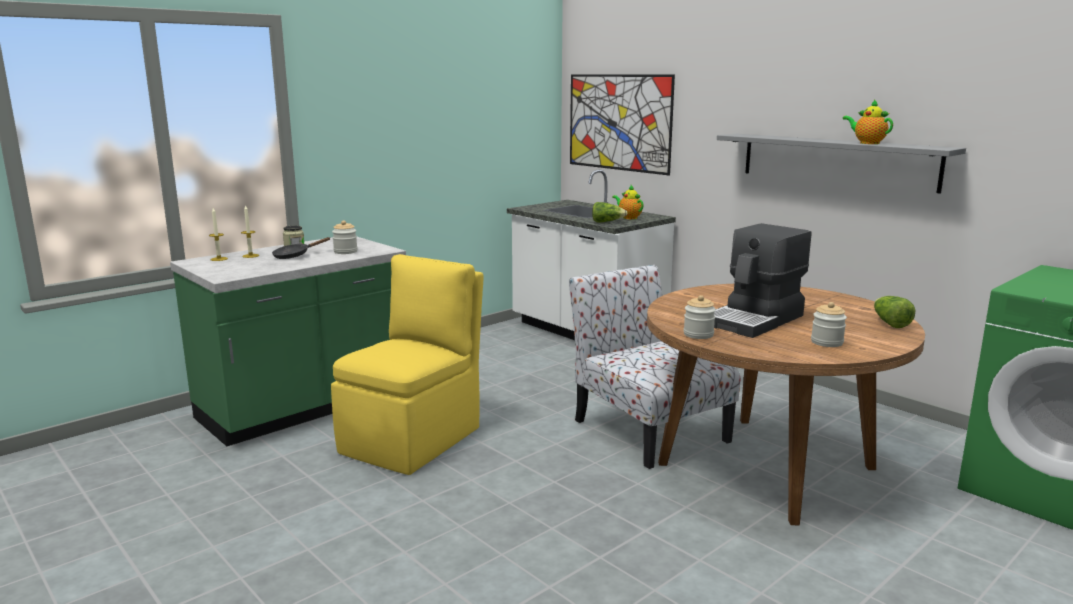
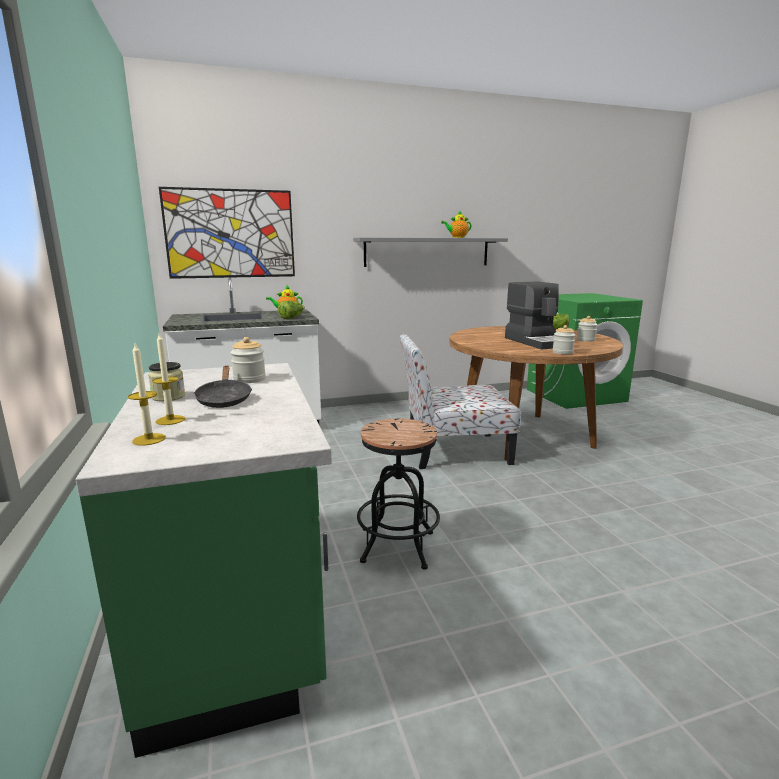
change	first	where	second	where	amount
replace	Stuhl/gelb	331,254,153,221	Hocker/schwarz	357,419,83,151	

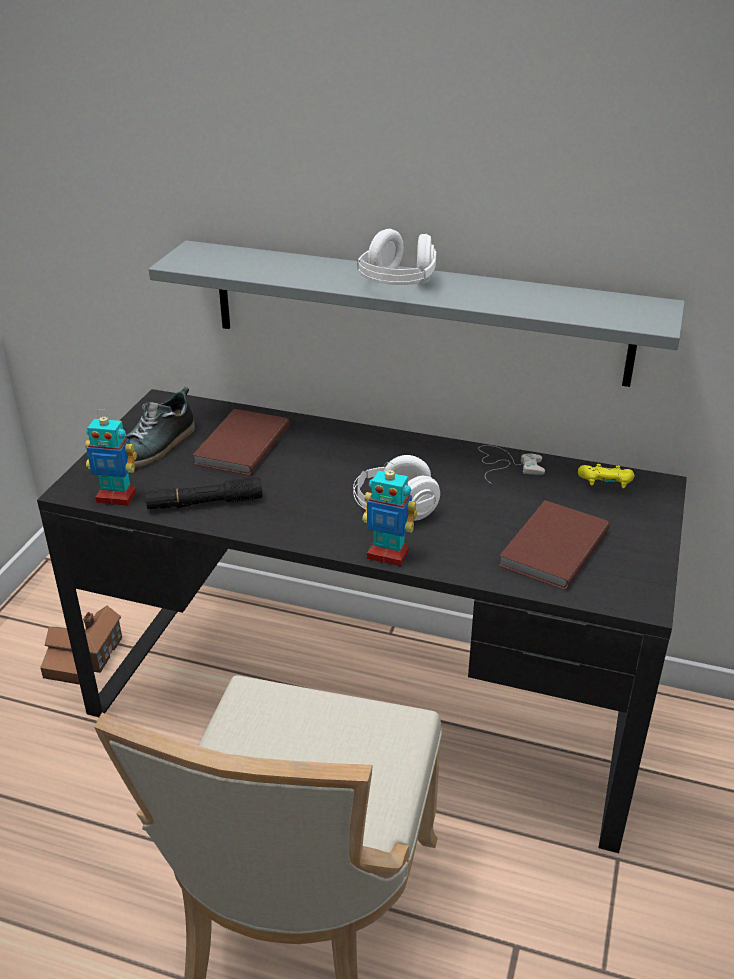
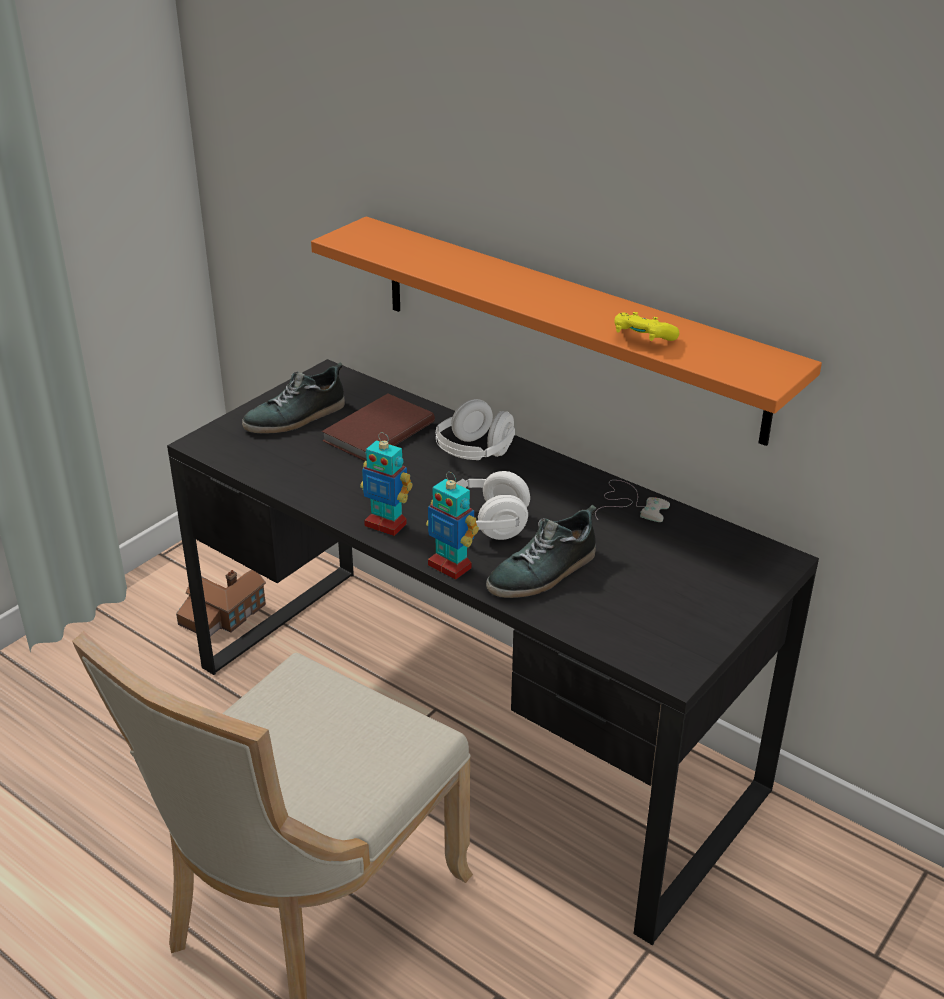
change	first	where	second	where	amount
move	Kopfhörer/weiß	357,229,79,56		436,399,79,61	
recolor	Wandregal/grau	149,240,536,147	Wandregal/orange	311,216,511,230	
move	Spielzeugroboter	85,409,52,97		360,433,52,103	
move	Gamepad/gelb	578,464,56,24		614,312,65,29	
delete	Taschenlampe/schwarz	145,477,118,32			
delete	Buch/braun	498,500,112,90			
insert			Schuh	486,505,111,93	

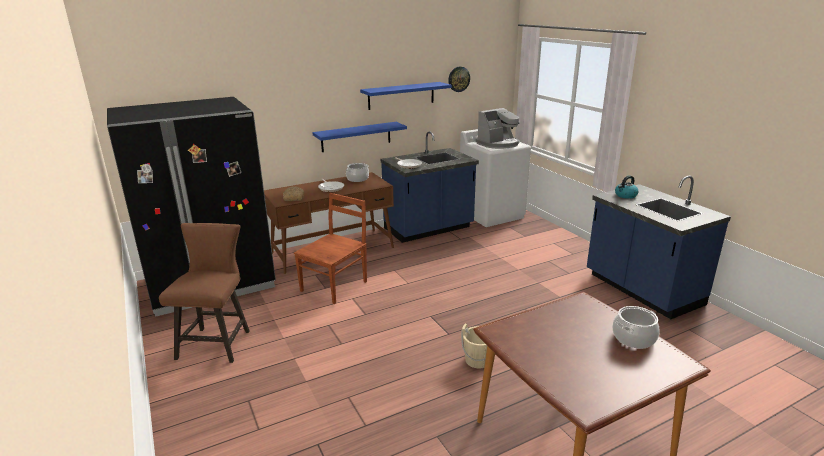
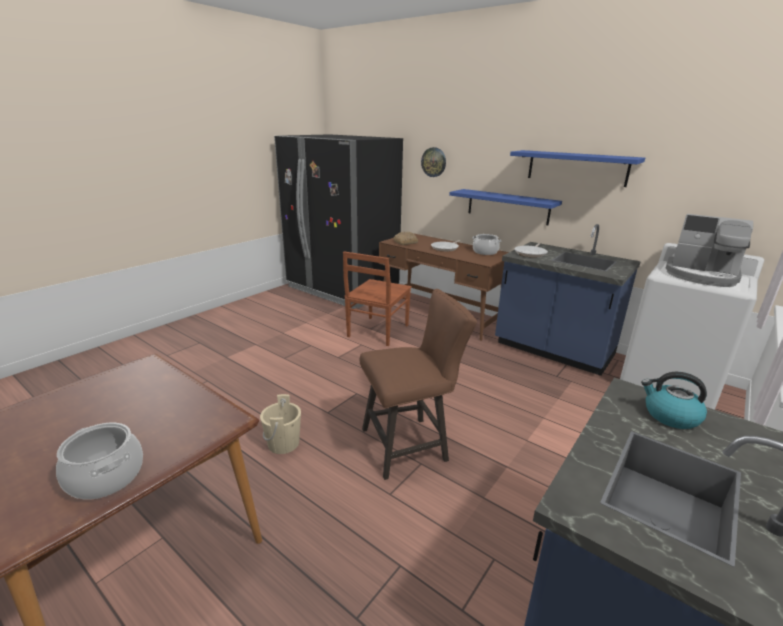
change	first	where	second	where	amount
move	Wanduhr	448,67,22,25		421,147,25,30	
rotate	Stuhl/braun	294,193,73,111		343,251,69,95	105 degrees clockwise
move	Hocker/braun	159,223,91,140		360,289,117,191	

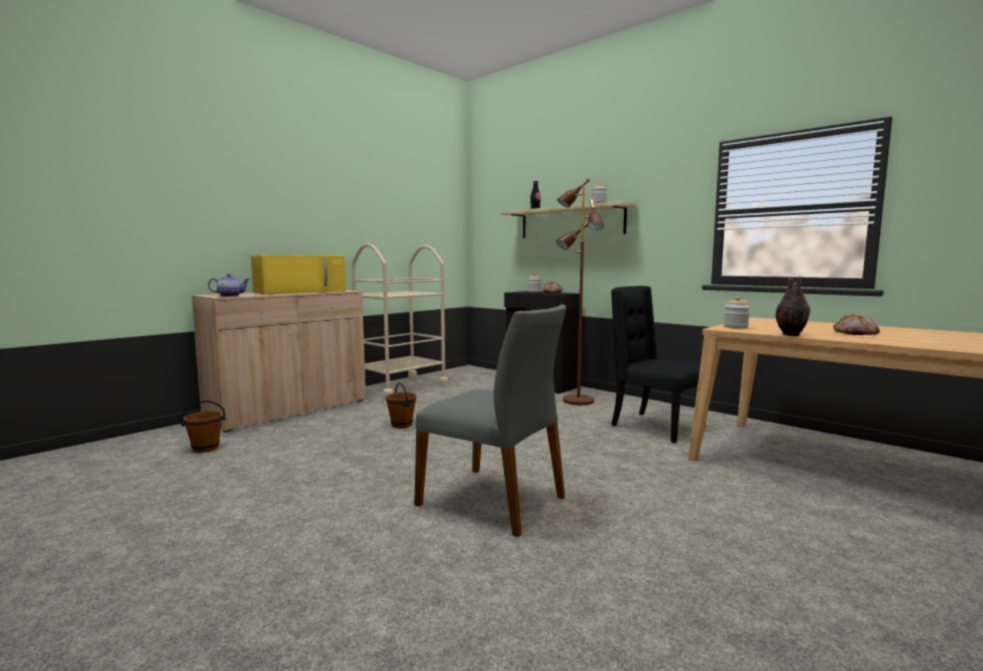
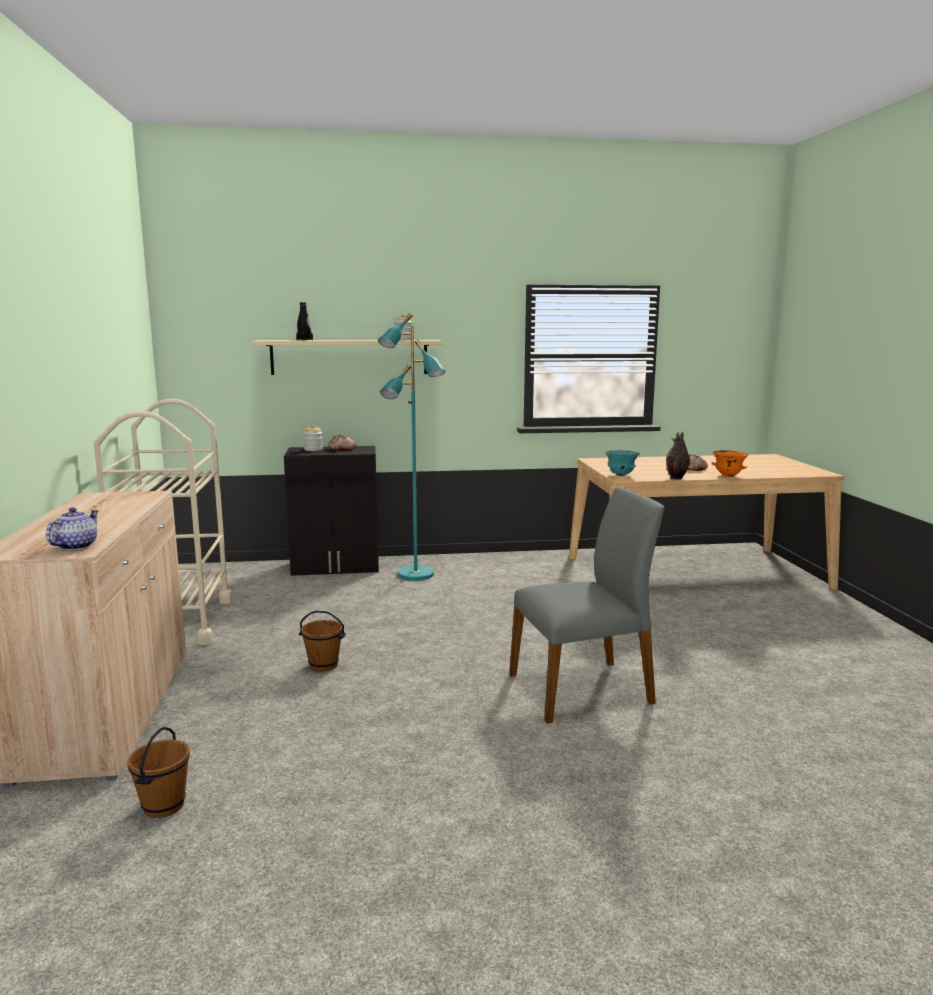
change	first	where	second	where	amount
recolor	Stehlampe/braun	556,178,48,227	Stehlampe/türkis	378,313,67,268	
delete	Mikrowelle/gelb	251,255,95,40			
delete	Stuhl/schwarz	611,286,95,157			
replace	Vorratsglas	724,296,26,33	Schüssel/türkis	605,450,35,26	
insert			Schüssel/orange	711,450,37,26	

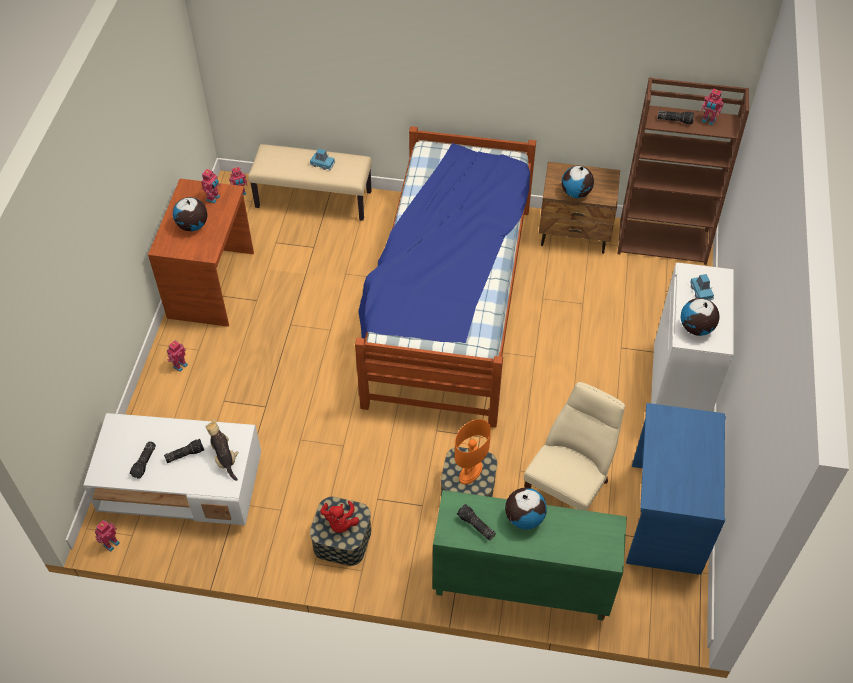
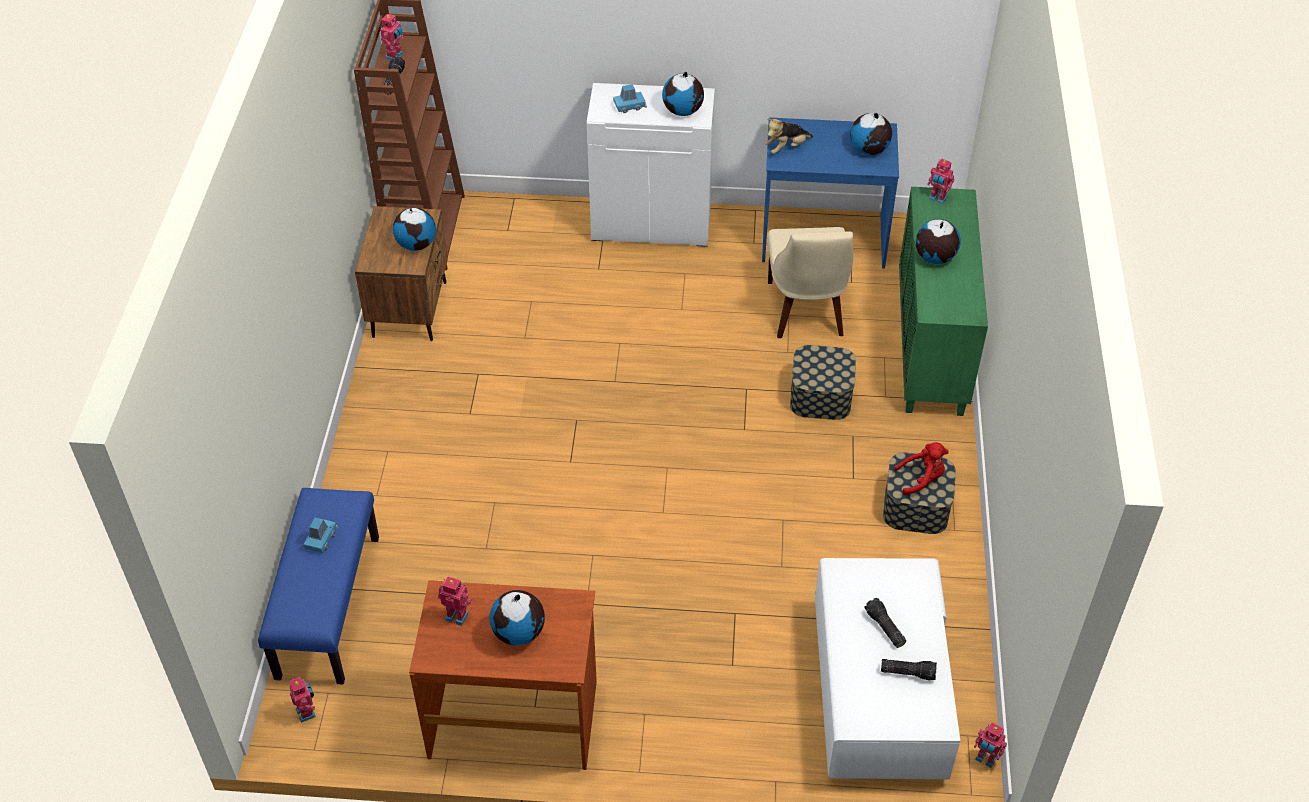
change	first	where	second	where	amount
delete	Bett	355,126,181,302			
recolor	Bank/beige	248,144,124,77	Bank/blau	258,488,121,197	
move	Spielzeugroboter	167,340,21,32		927,158,27,46	
rotate	Stuhl/beige	524,382,101,129		768,227,86,111	120 degrees counterclockwise
move	Plüschtier	206,418,33,63		765,118,48,36	
delete	Tischlampe/orange	455,419,36,65			
delete	Taschenlampe	457,504,39,37			
insert			Globus	850,113,42,42	

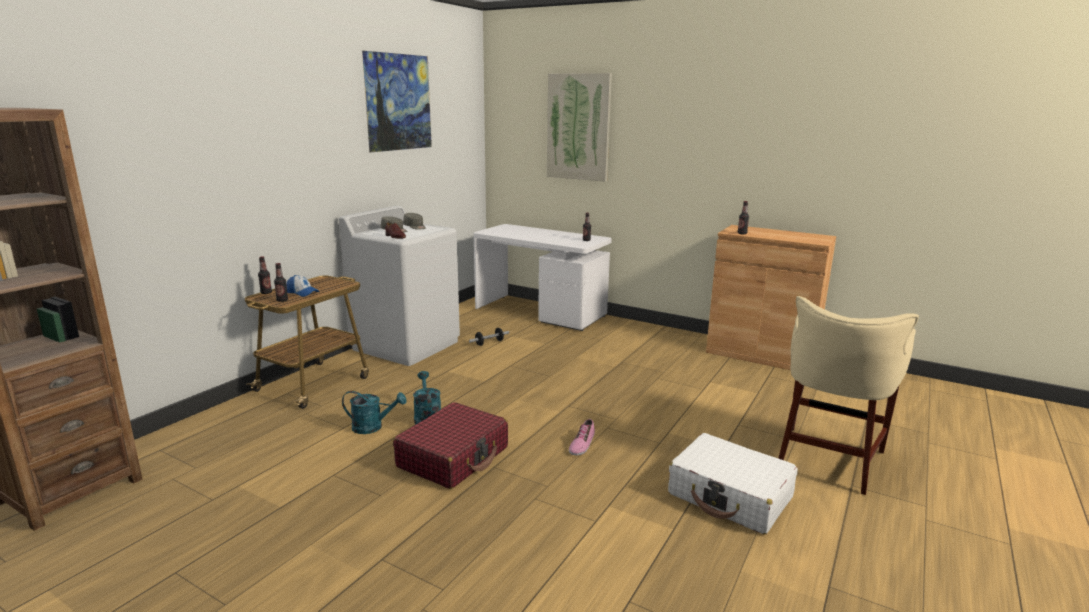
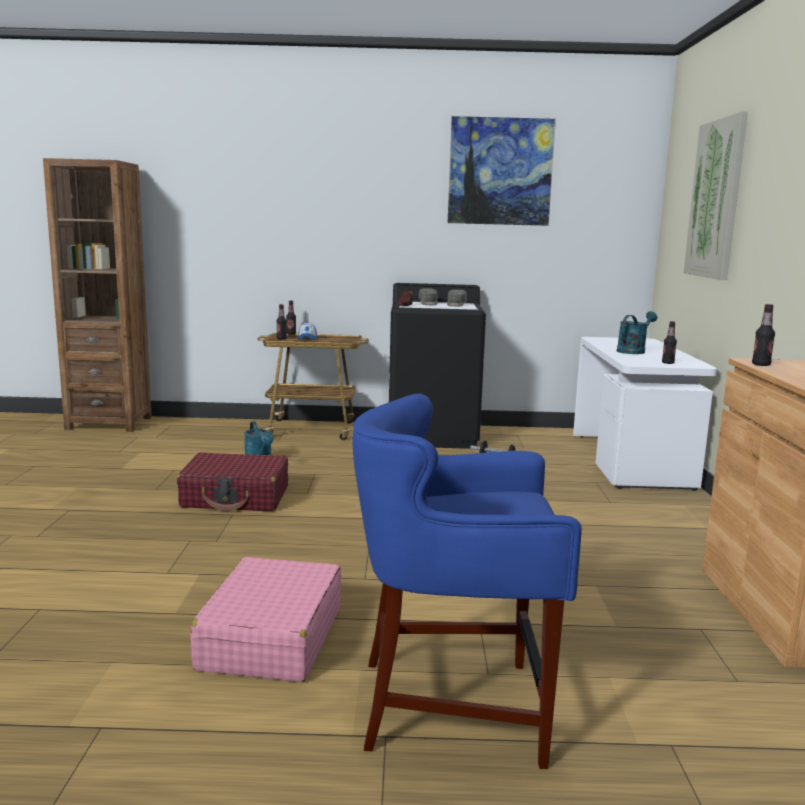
change	first	where	second	where	amount
recolor	Waschmaschine/weiß	339,206,121,160	Waschmaschine/schwarz	389,283,97,166	
recolor	Hocker/beige	778,296,141,199	Hocker/blau	352,394,230,375	
move	Gießkanne/türkis	413,371,28,53		617,311,40,43	
delete	Schuh	569,419,26,37			
recolor	Koffer/weiß	668,433,130,101	Koffer/rosa	191,557,150,125	

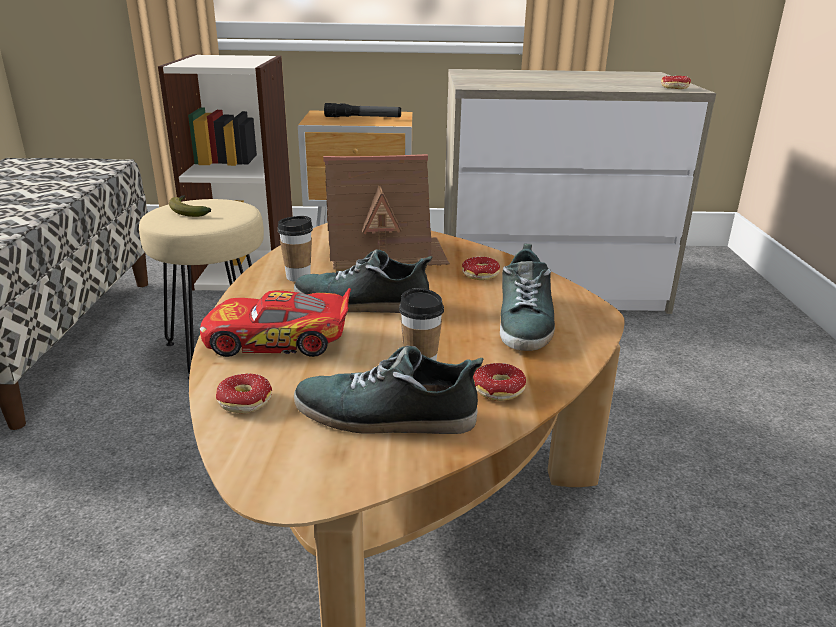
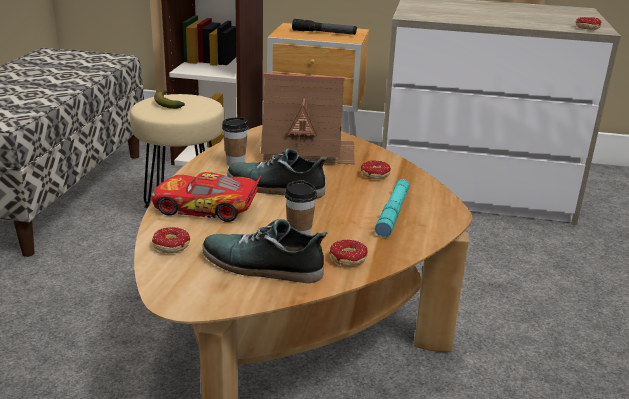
change	first	where	second	where	amount
replace	Schuh	500,244,55,107	Taschenlampe/türkis	375,179,35,58	

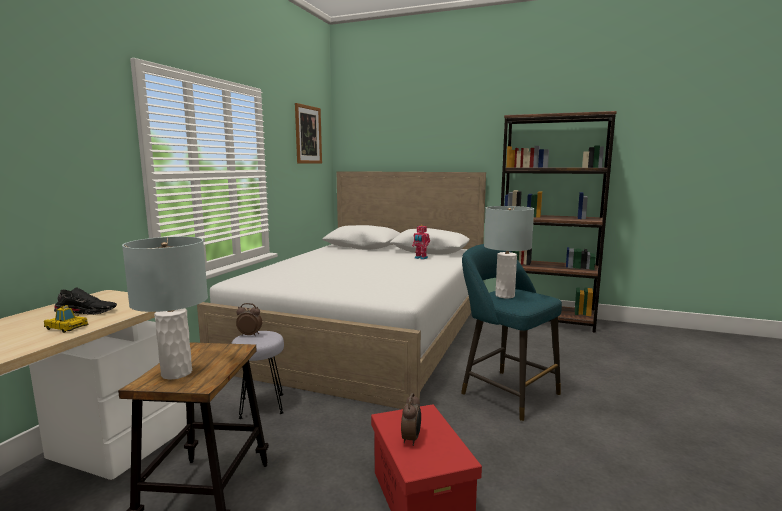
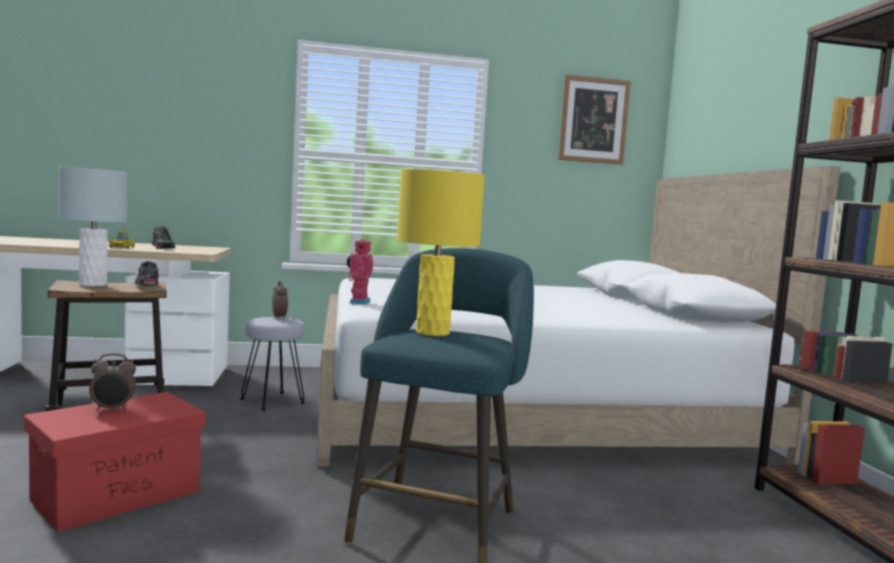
change	first	where	second	where	amount
recolor	Tischlampe/grau	484,206,50,92	Tischlampe/gelb	397,169,88,167	
move	Spielzeugroboter	412,225,18,35		347,237,26,67	
insert			Schuh/schwarz	134,261,25,25	

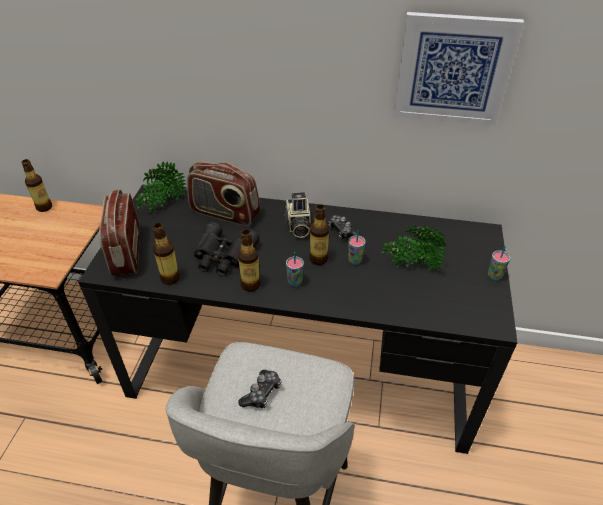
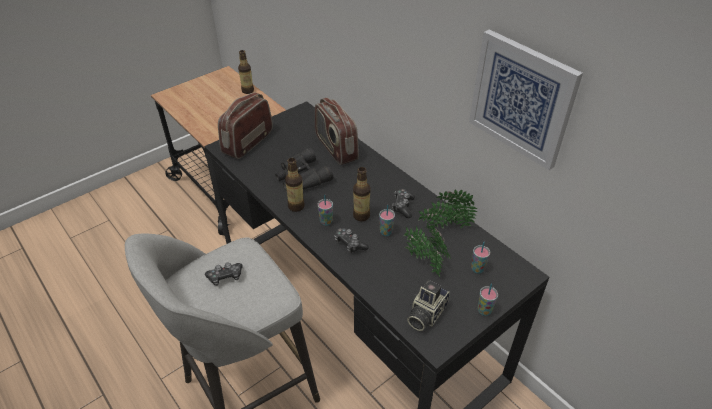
change	first	where	second	where	amount
move	Topfpflanze	134,161,53,51		418,190,59,39	
move	Kamera	285,192,25,46		407,280,43,51	
delete	Flasche	153,223,27,62			
insert			Gamepad	334,228,35,25	
insert			Tasse	471,242,19,32	

